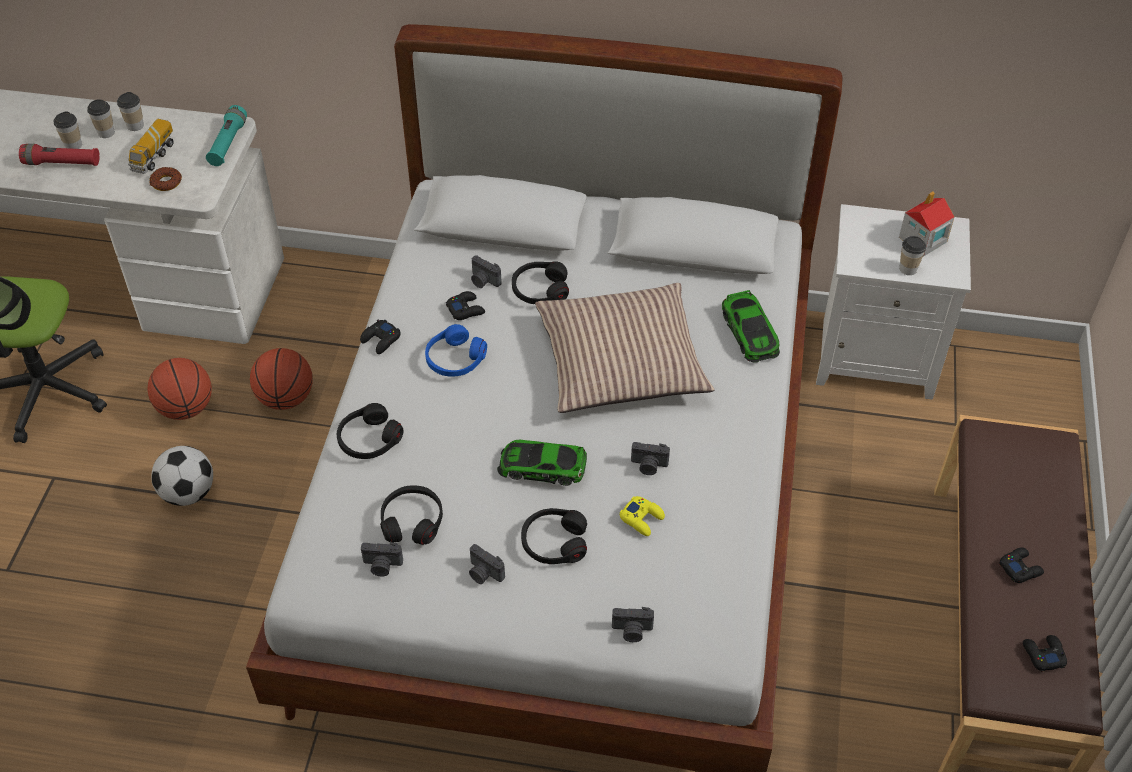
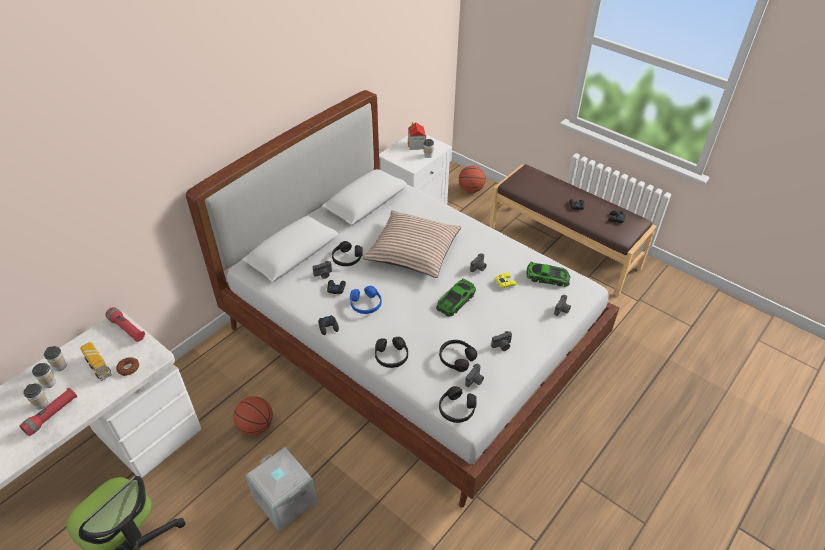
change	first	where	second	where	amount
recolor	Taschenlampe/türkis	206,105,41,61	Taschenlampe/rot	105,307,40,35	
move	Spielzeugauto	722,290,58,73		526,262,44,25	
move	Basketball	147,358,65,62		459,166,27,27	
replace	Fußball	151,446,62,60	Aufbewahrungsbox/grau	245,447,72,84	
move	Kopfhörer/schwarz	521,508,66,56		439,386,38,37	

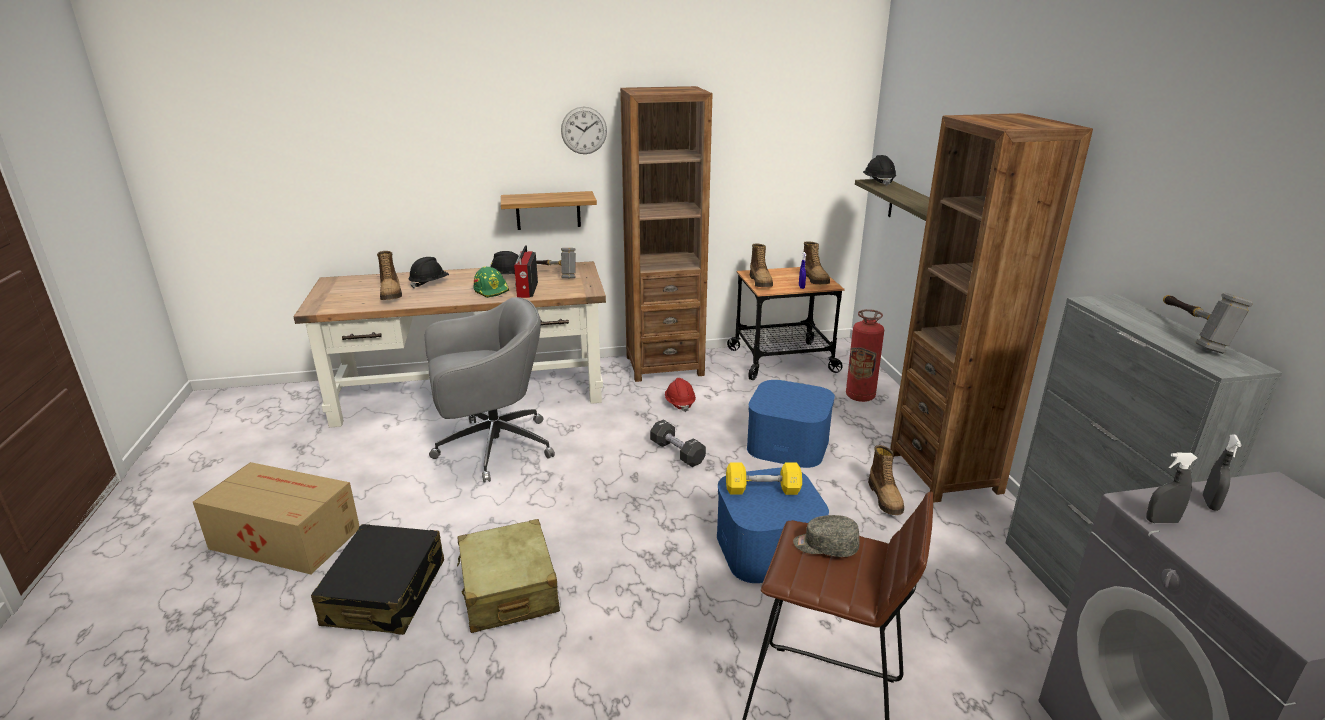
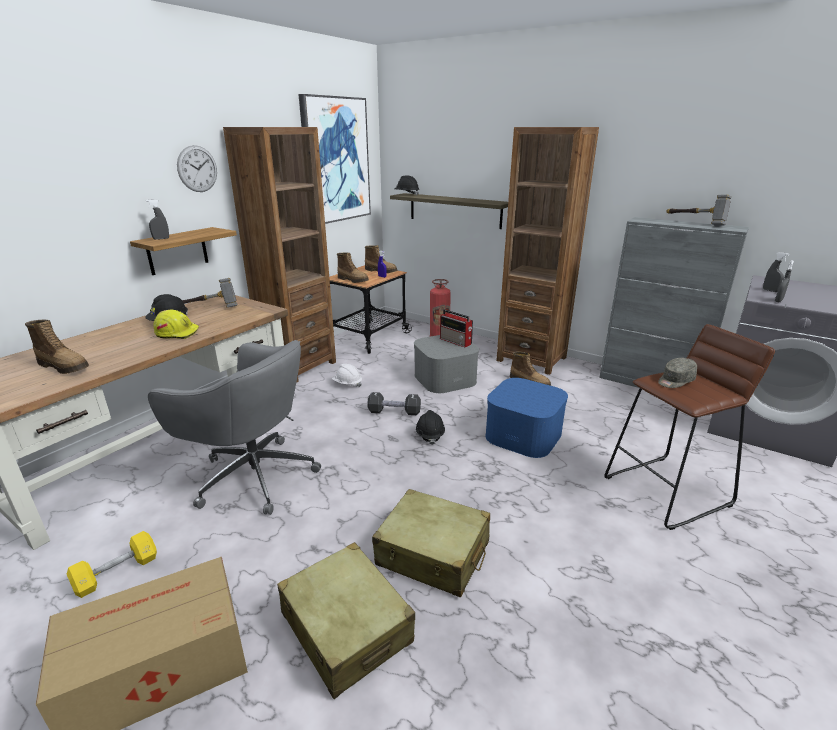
change	first	where	second	where	amount
move	Radio	514,245,24,53		440,309,33,38	
move	Schutzhelm/schwarz	408,257,41,32		416,410,29,35	
recolor	Schutzhelm/grün	474,267,36,31	Schutzhelm/gelb	153,310,46,29	
rotate	Bürostuhl/grau	425,297,130,186		148,340,173,175	90 degrees clockwise
recolor	Schutzhelm/rot	665,378,31,34	Schutzhelm/weiß	332,364,30,23	
recolor	Aufbewahrungsbox/blau	747,380,88,88	Aufbewahrungsbox/grau	414,335,65,58	
move	Hantel/gelb	726,462,76,33		67,531,90,67	
recolor	Koffer/schwarz	311,524,133,111	Koffer/beige	277,542,138,157	
insert			Bild	298,94,73,130	
insert			Sprühflasche/grau	146,199,23,41	

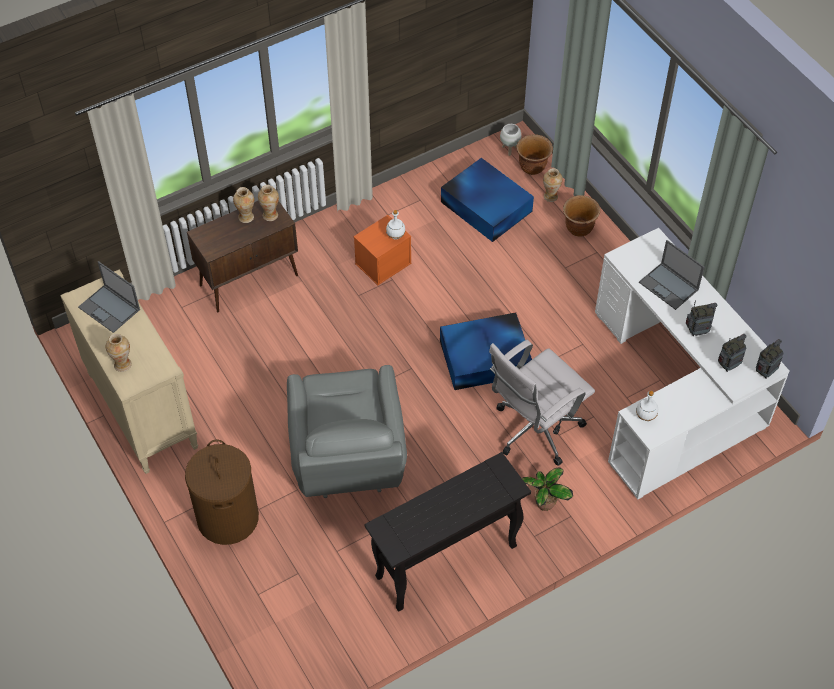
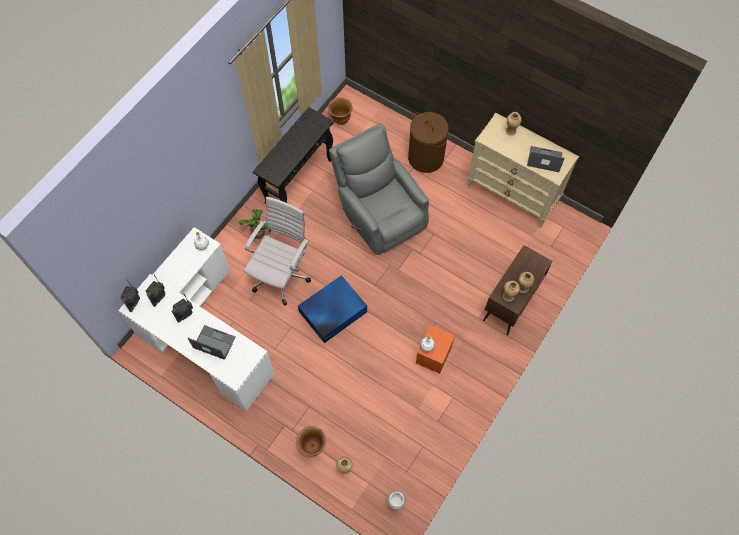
change	first	where	second	where	amount
move	Pflanzkübel/braun	516,134,37,41		328,98,24,27	
delete	Aufbewahrungsbox/blau	441,158,93,84			

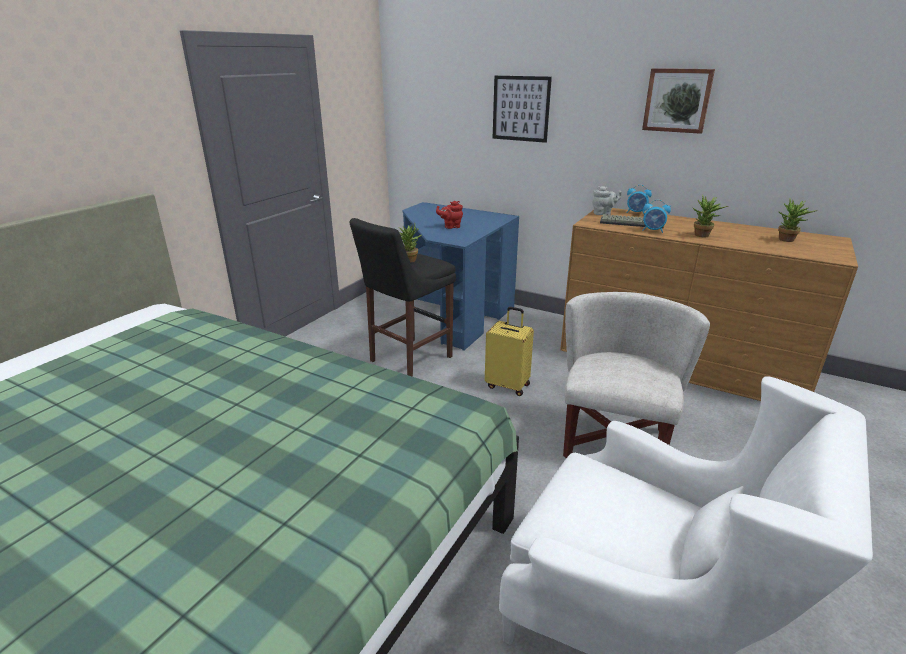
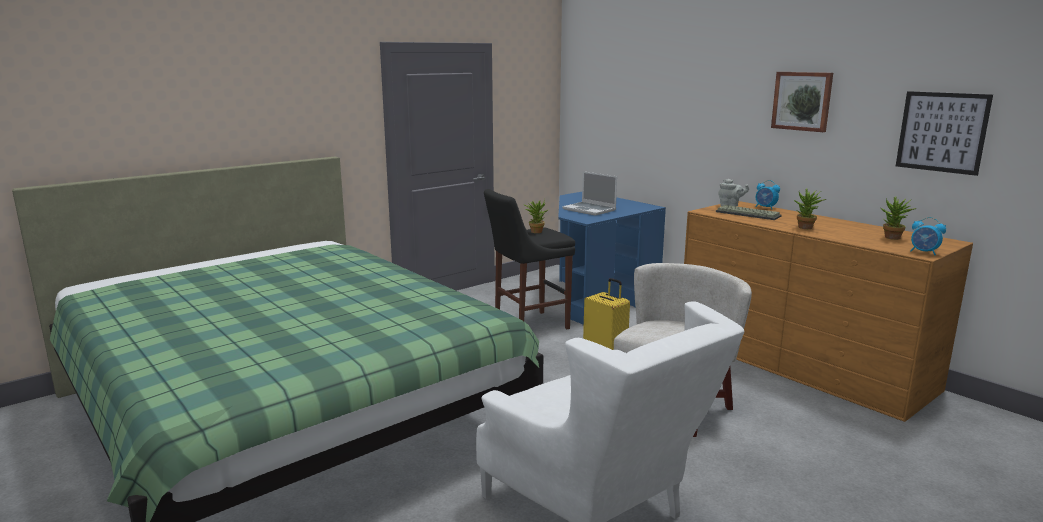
change	first	where	second	where	amount
move	Bild	493,76,59,67		896,91,97,85	
move	Wecker	642,200,29,33		910,217,36,38	
replace	Teekanne/rot	436,201,27,28	Laptop	562,171,55,45	

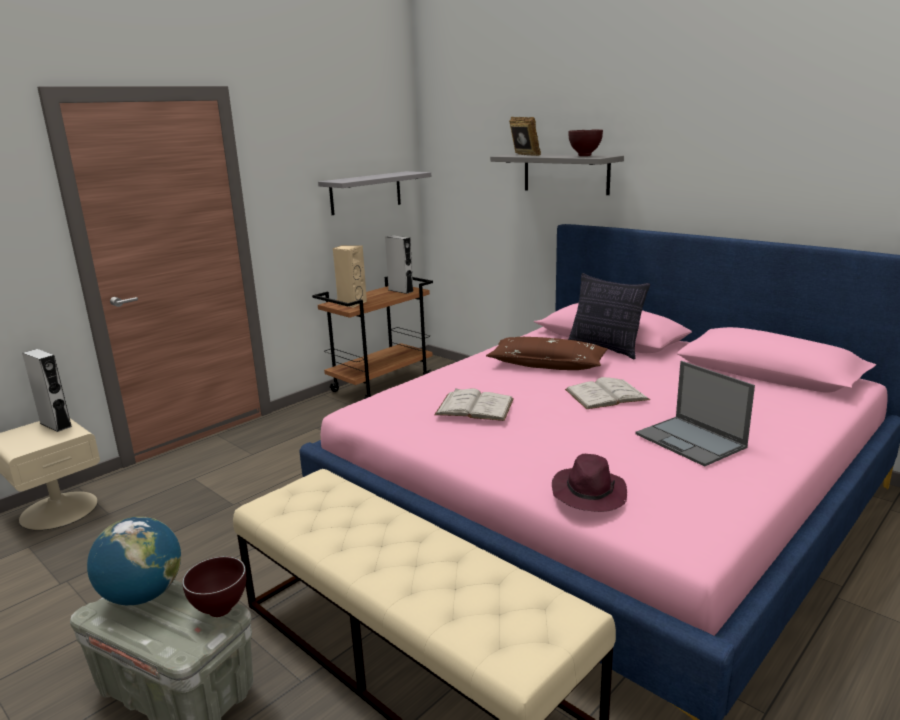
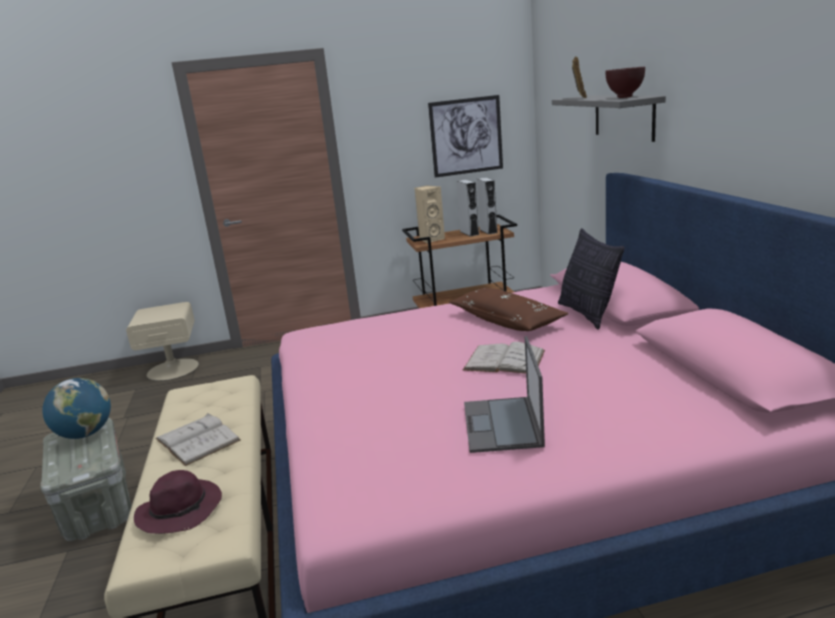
change	first	where	second	where	amount
replace	Wandregal/grau	318,171,113,44	Bild	428,95,75,83	
move	Lautsprecher/grau	22,349,50,83		457,180,22,57	
move	Buch/weiß	434,388,80,33		156,413,85,53	
move	Hut/lila	552,454,75,58		134,470,88,64	
delete	Schüssel/braun	182,556,64,61			

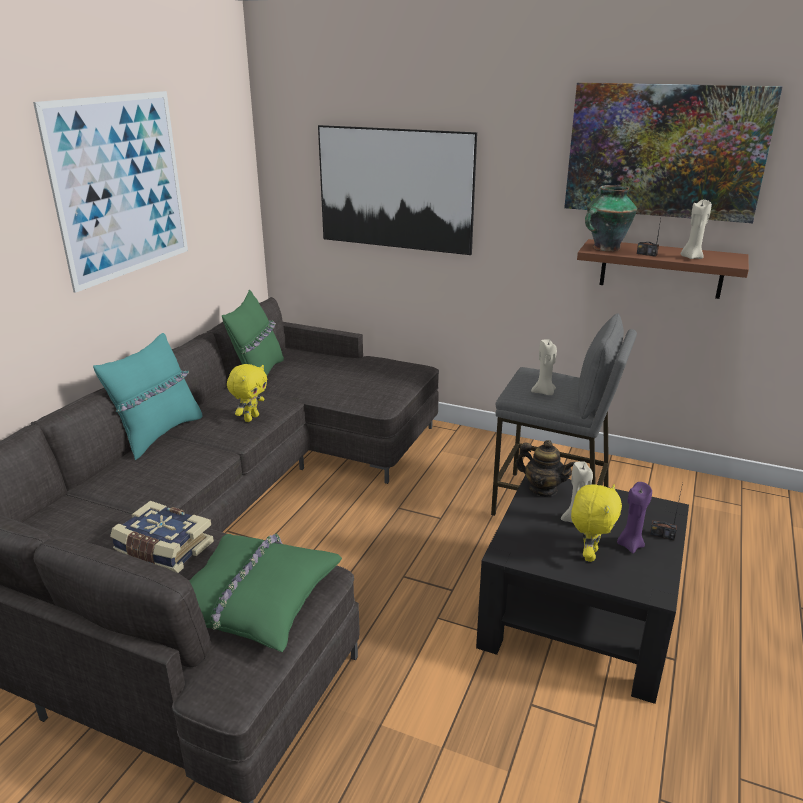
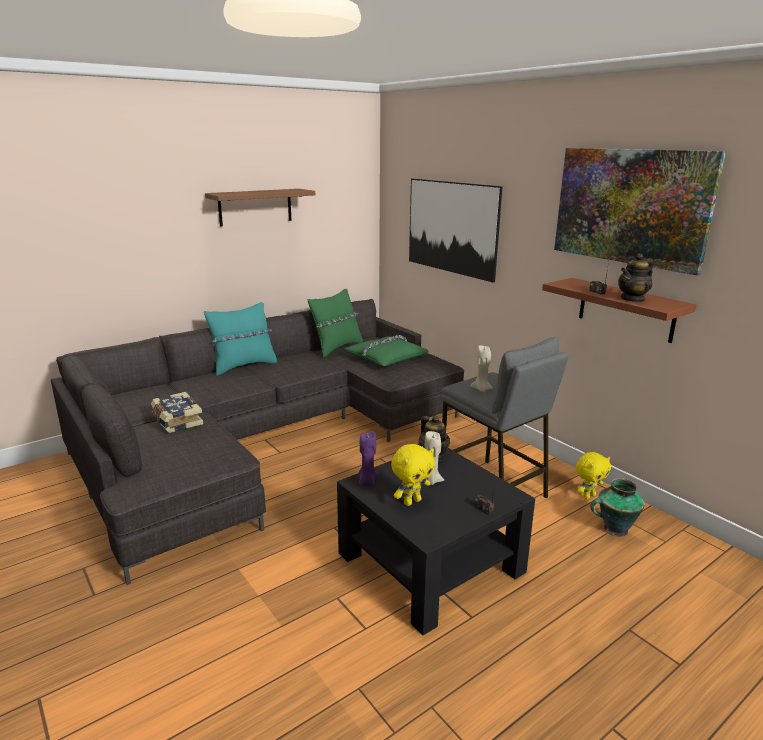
change	first	where	second	where	amount
replace	Bild	33,91,155,202	Wandregal/braun	205,189,110,38	
move	Vase	585,185,52,66		590,478,55,59	
replace	Kerze/beige	681,200,31,59	Teekanne	618,253,35,49	
move	Plüschtier/gelb	227,364,41,58		576,452,35,47	
move	Kerze/lila	617,482,35,71		358,431,20,53	
move	Kissen/grün	190,534,152,118		344,335,85,31	

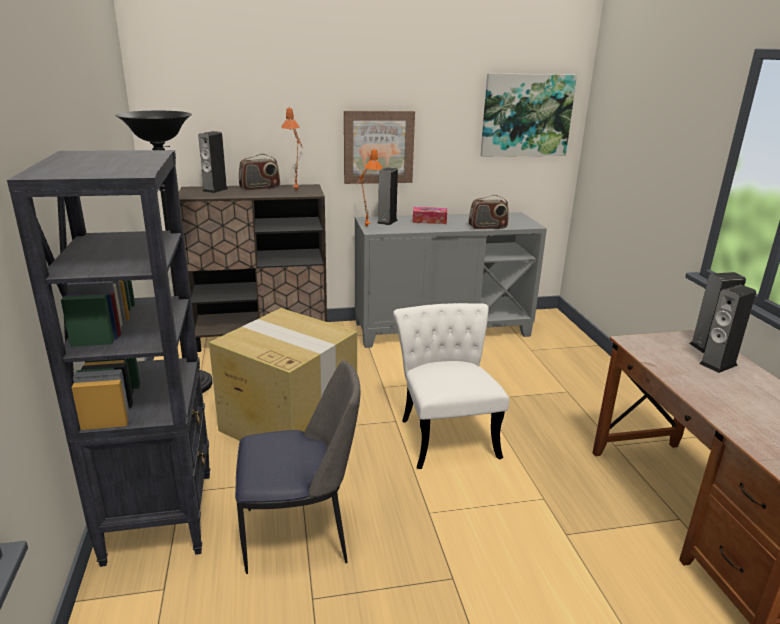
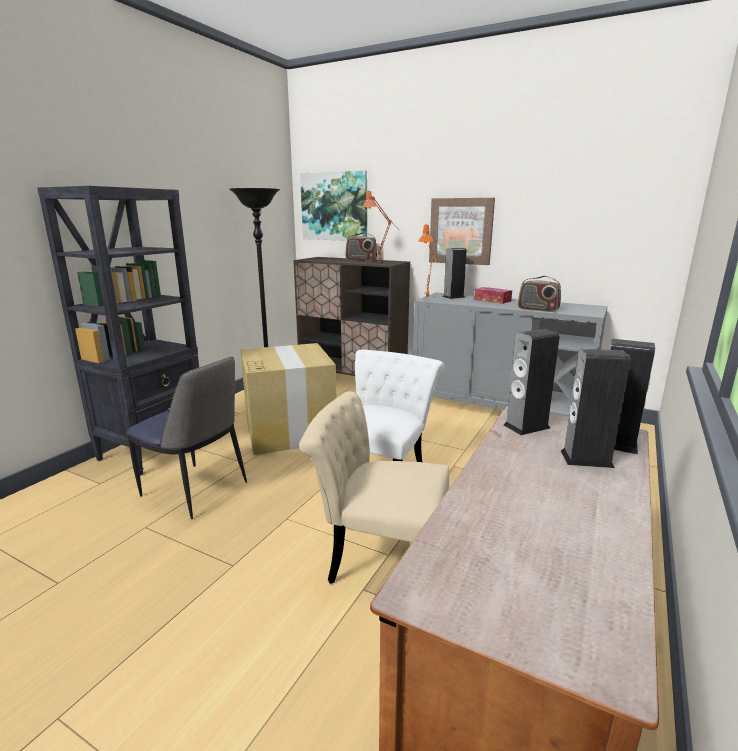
change	first	where	second	where	amount
move	Bild	480,73,97,84		300,170,67,71	
move	Lautsprecher	198,131,30,62		504,329,56,106	
insert			Stuhl/beige	299,391,150,193	

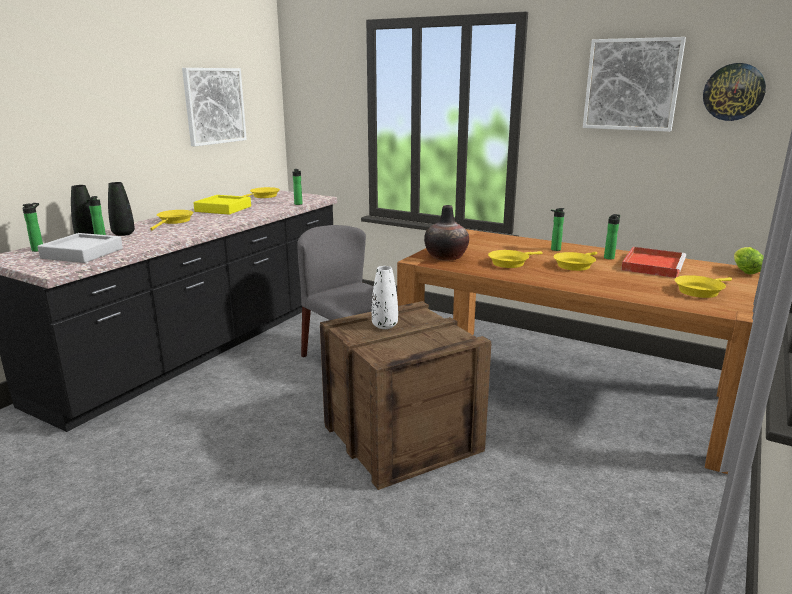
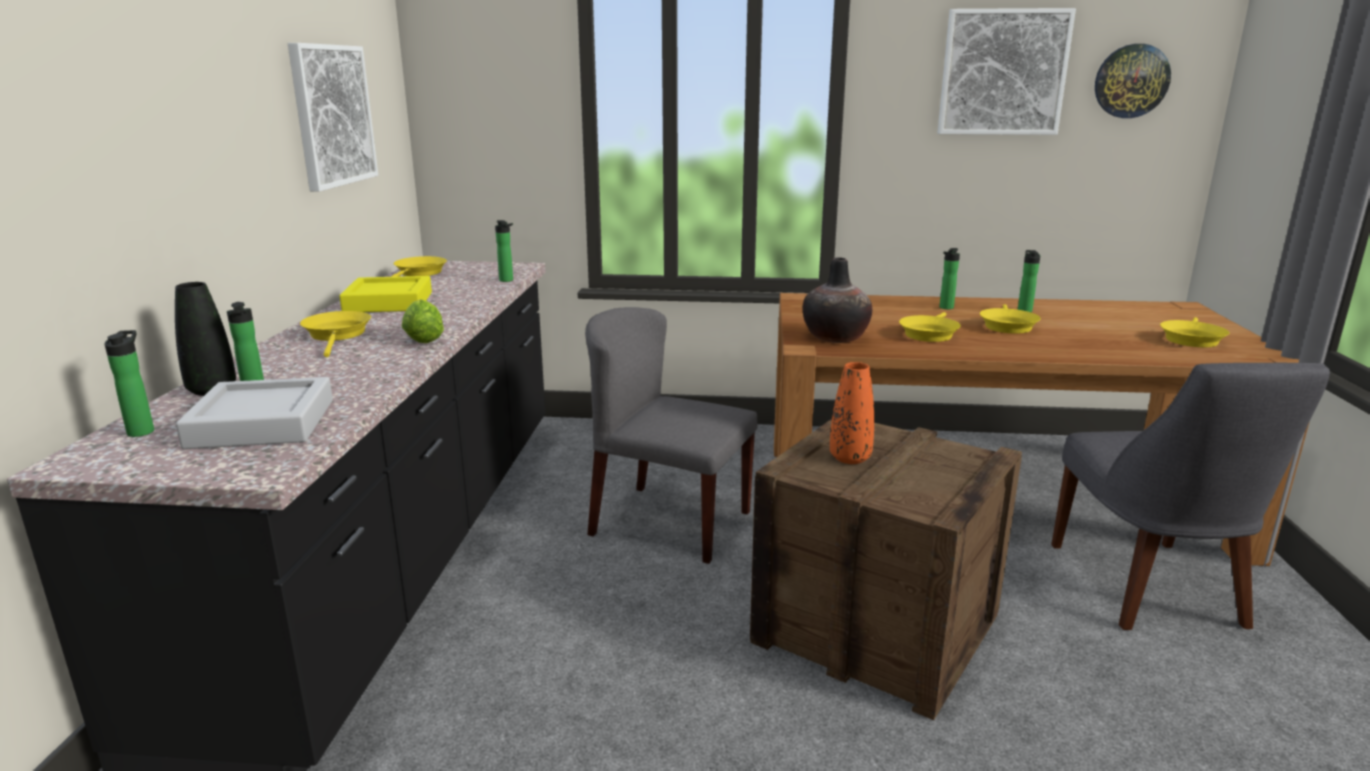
change	first	where	second	where	amount
delete	Vase/schwarz	108,182,27,54			
delete	Tablett/rot	621,247,65,31			
move	Salatkopf	734,247,30,28		402,299,42,44	
recolor	Vase/weiß	372,266,26,63	Vase/orange	830,362,44,102	
insert			Stuhl/grau	1051,363,279,267	

